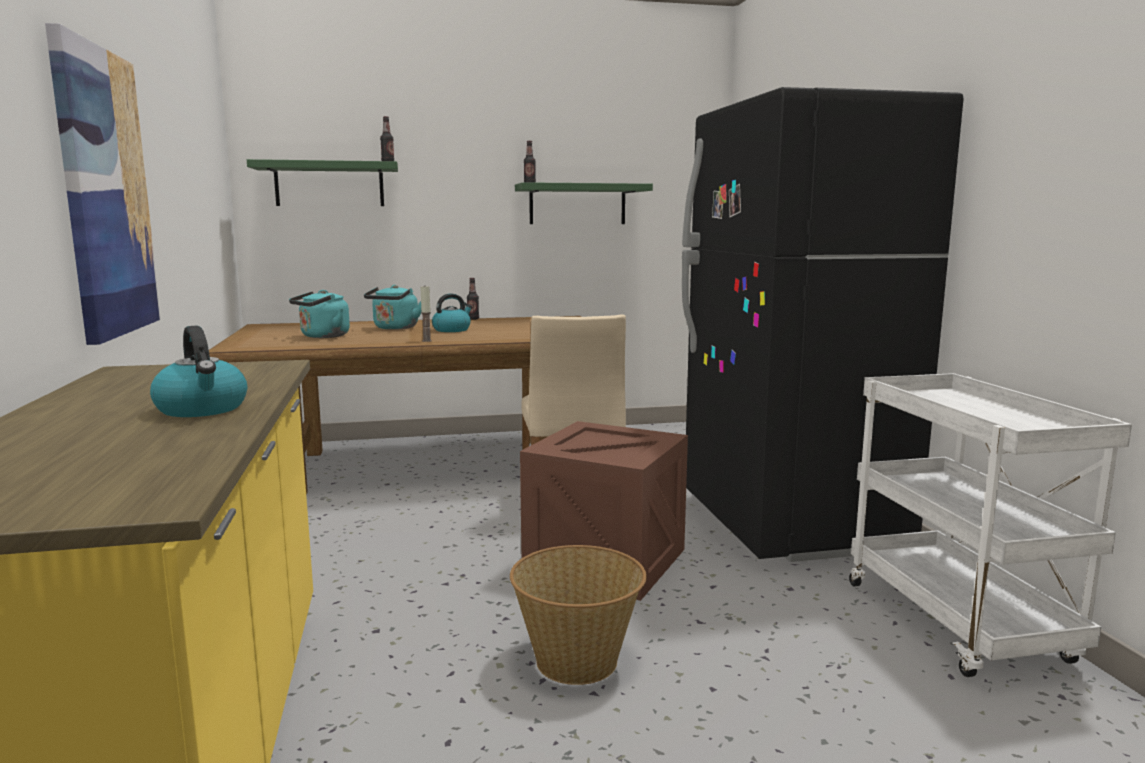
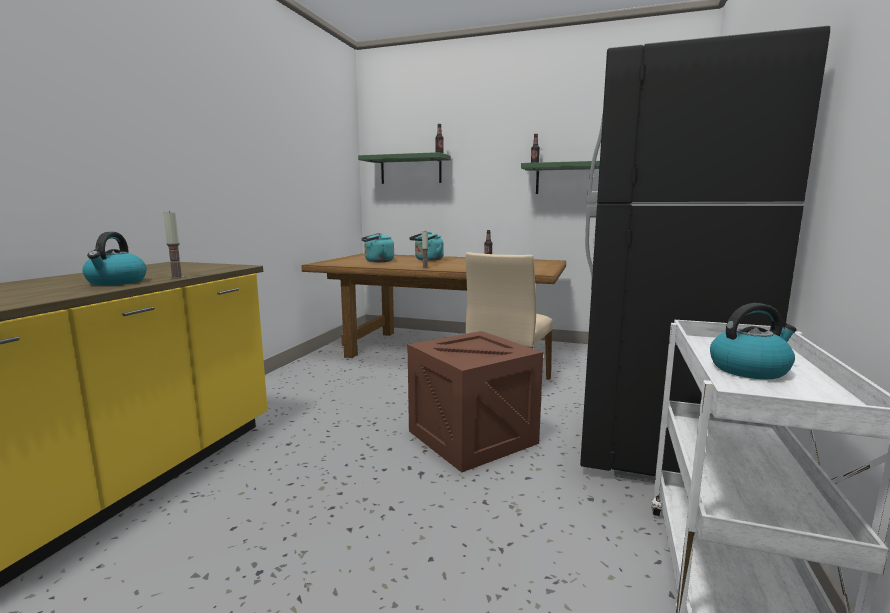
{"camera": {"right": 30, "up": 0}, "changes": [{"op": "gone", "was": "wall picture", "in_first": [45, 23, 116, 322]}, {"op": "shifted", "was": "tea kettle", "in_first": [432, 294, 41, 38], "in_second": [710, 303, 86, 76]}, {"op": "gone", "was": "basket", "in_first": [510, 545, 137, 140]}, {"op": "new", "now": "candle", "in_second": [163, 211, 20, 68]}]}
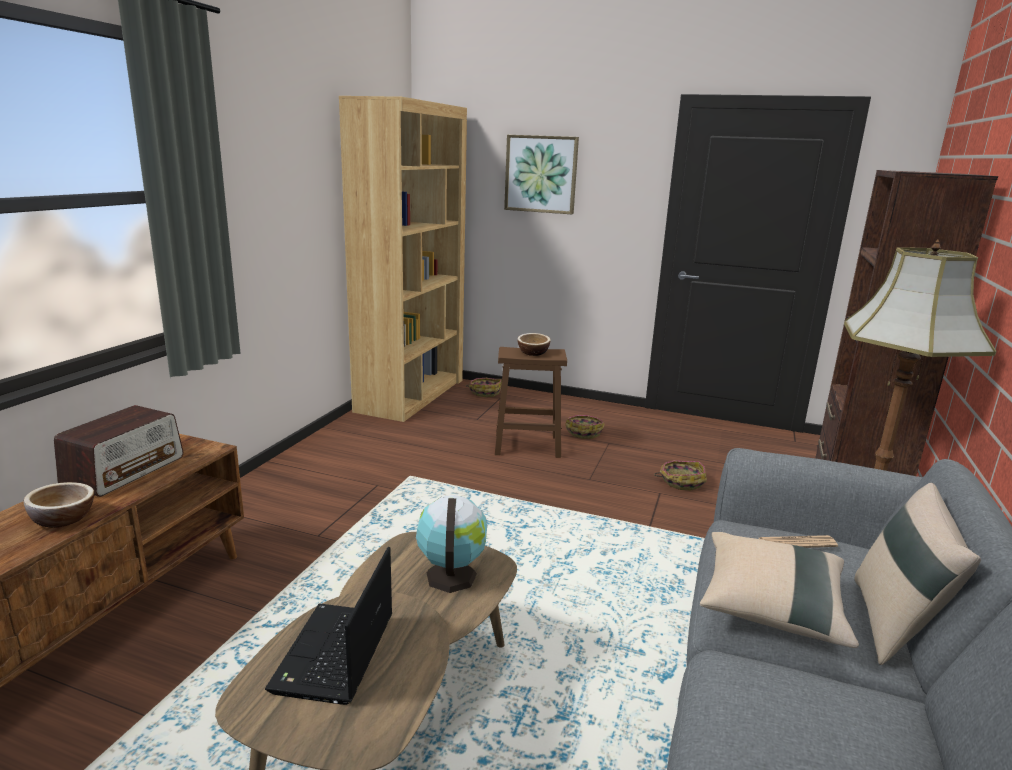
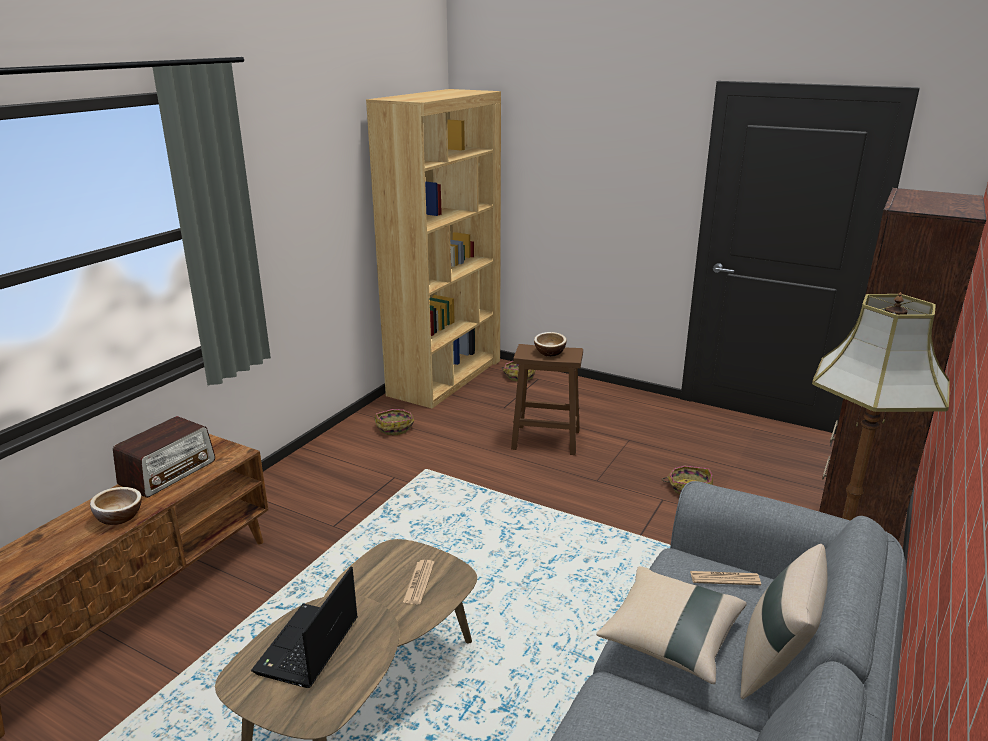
{"camera": {"right": 10, "up": 5}, "changes": [{"op": "swapped", "was": "world globe", "now": "newspaper", "in_first": [416, 495, 71, 98], "in_second": [402, 560, 33, 44]}, {"op": "gone", "was": "wall picture", "in_first": [504, 135, 75, 79]}, {"op": "shifted", "was": "basket", "in_first": [565, 415, 39, 24], "in_second": [375, 409, 39, 26]}]}
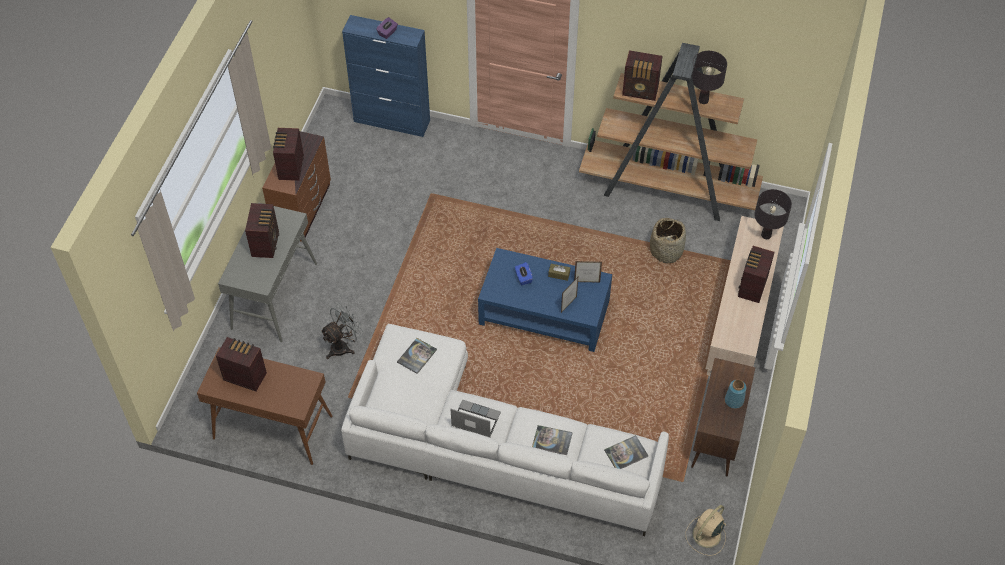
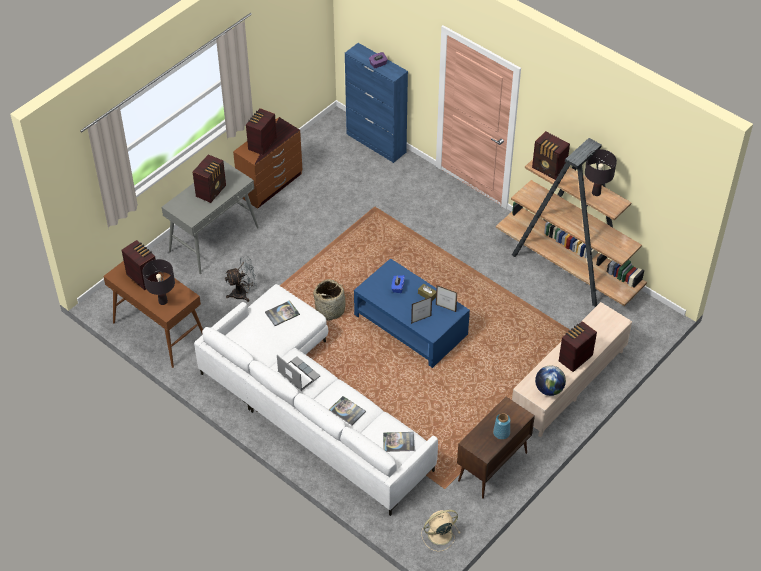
{"camera": {"right": 25, "up": -5}, "changes": [{"op": "shifted", "was": "basket", "in_first": [650, 218, 36, 45], "in_second": [313, 279, 37, 42]}, {"op": "shifted", "was": "tabletop lamp in black", "in_first": [754, 189, 38, 50], "in_second": [142, 259, 33, 46]}, {"op": "new", "now": "world globe", "in_second": [535, 365, 31, 31]}]}
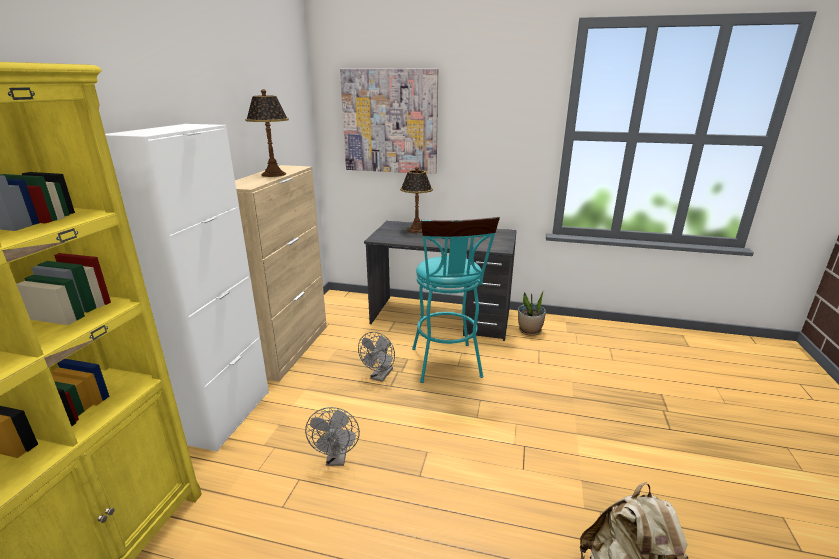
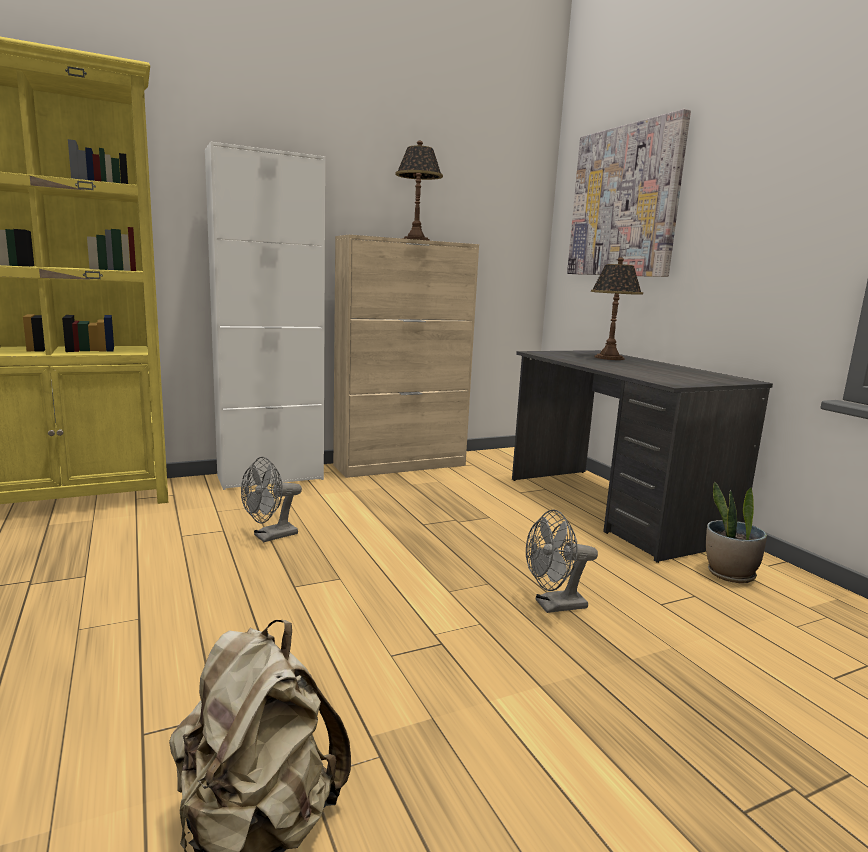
{"camera": {"right": 50, "up": -10}, "changes": [{"op": "shifted", "was": "electric fan in grey", "in_first": [358, 332, 37, 50], "in_second": [526, 510, 72, 103]}, {"op": "gone", "was": "sitting stool in turquoise-coloured", "in_first": [412, 217, 88, 166]}]}
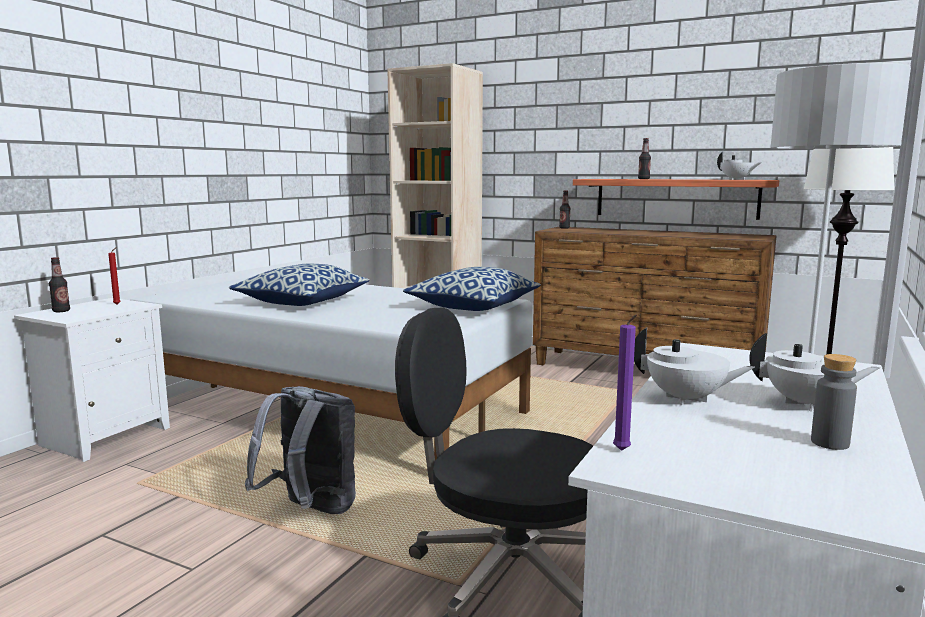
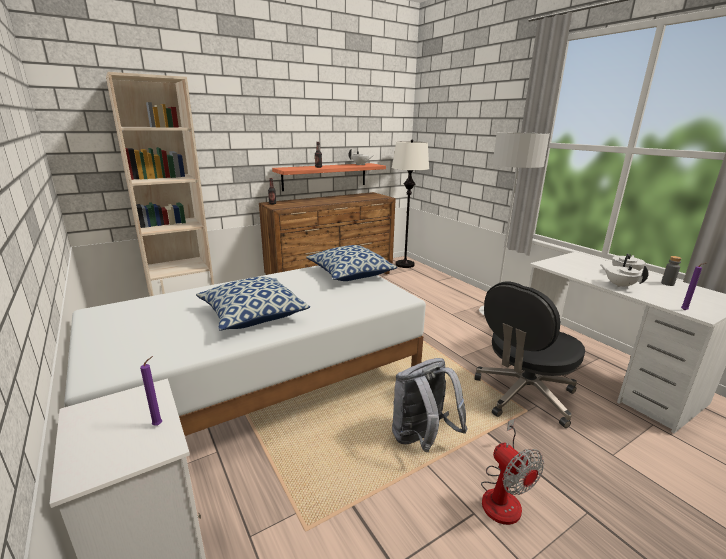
{"camera": {"right": -60, "up": 10}, "changes": [{"op": "gone", "was": "drink bottle", "in_first": [49, 257, 21, 55]}, {"op": "gone", "was": "candle in red", "in_first": [108, 247, 13, 57]}, {"op": "rotated", "was": "pot for tea in whitish", "in_first": [634, 327, 121, 78], "in_second": [600, 264, 49, 24], "clockwise": -90}, {"op": "new", "now": "candle in purple", "in_second": [140, 356, 22, 69]}, {"op": "new", "now": "electric fan", "in_second": [481, 418, 63, 107]}]}
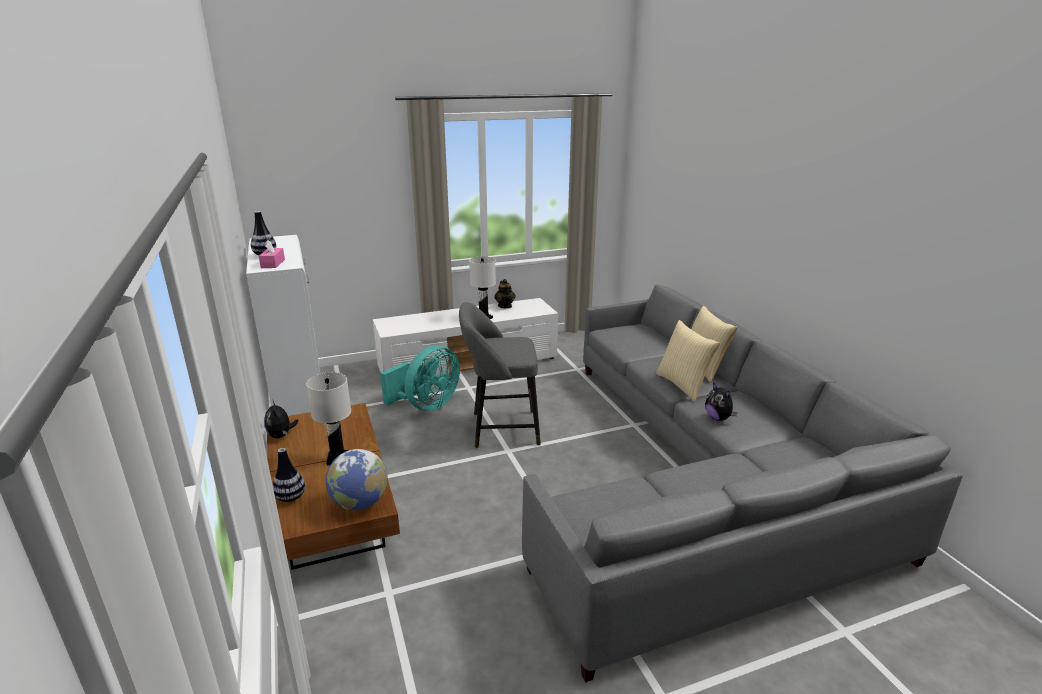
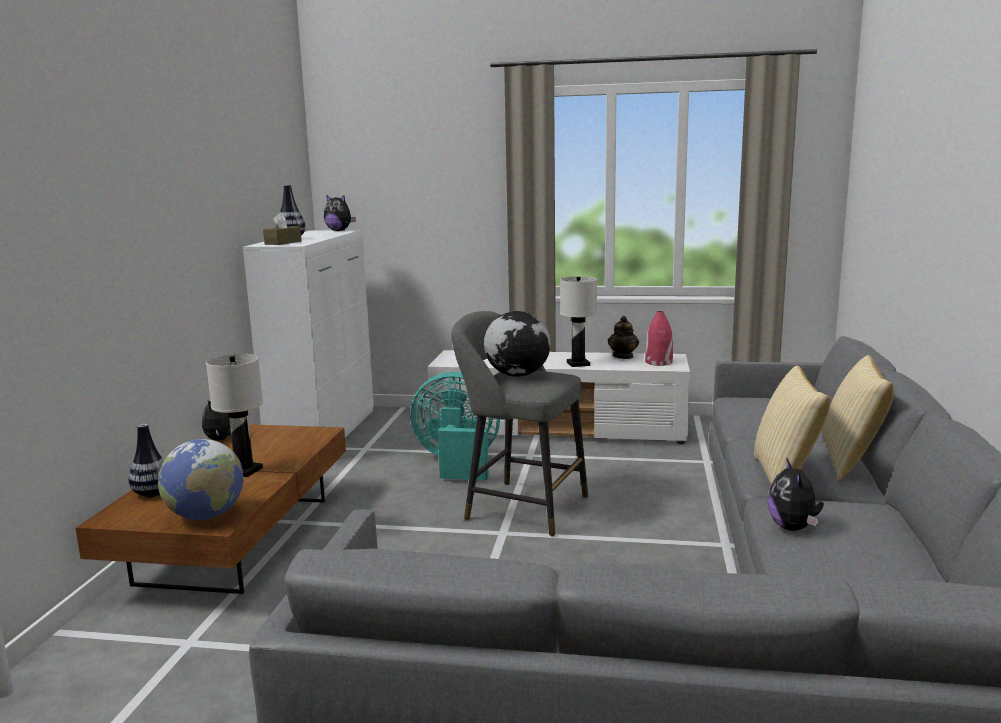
{"camera": {"right": 30, "up": -10}, "changes": [{"op": "repainted", "was": "box of tissues in pink", "now": "box of tissues in brown-coloured", "in_first": [259, 240, 26, 28], "in_second": [263, 213, 39, 32]}, {"op": "rotated", "was": "electric fan in turquoise-coloured", "in_first": [380, 345, 80, 66], "in_second": [410, 372, 90, 108], "clockwise": -150}, {"op": "new", "now": "plush toy", "in_second": [324, 195, 32, 36]}, {"op": "new", "now": "world globe", "in_second": [484, 311, 67, 66]}, {"op": "new", "now": "vase in red", "in_second": [645, 311, 28, 55]}]}
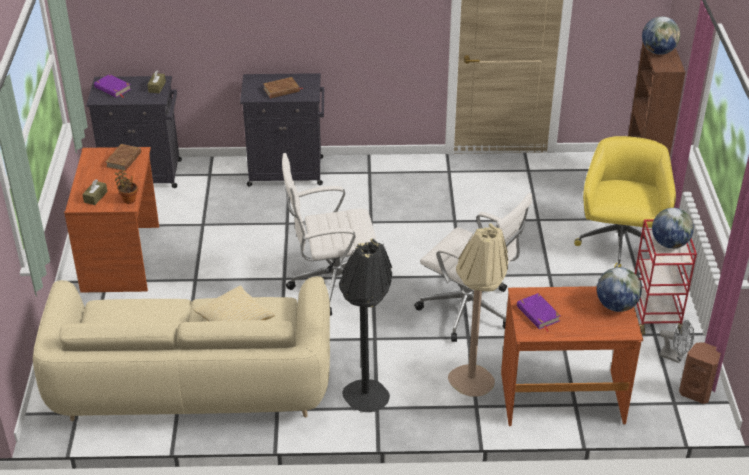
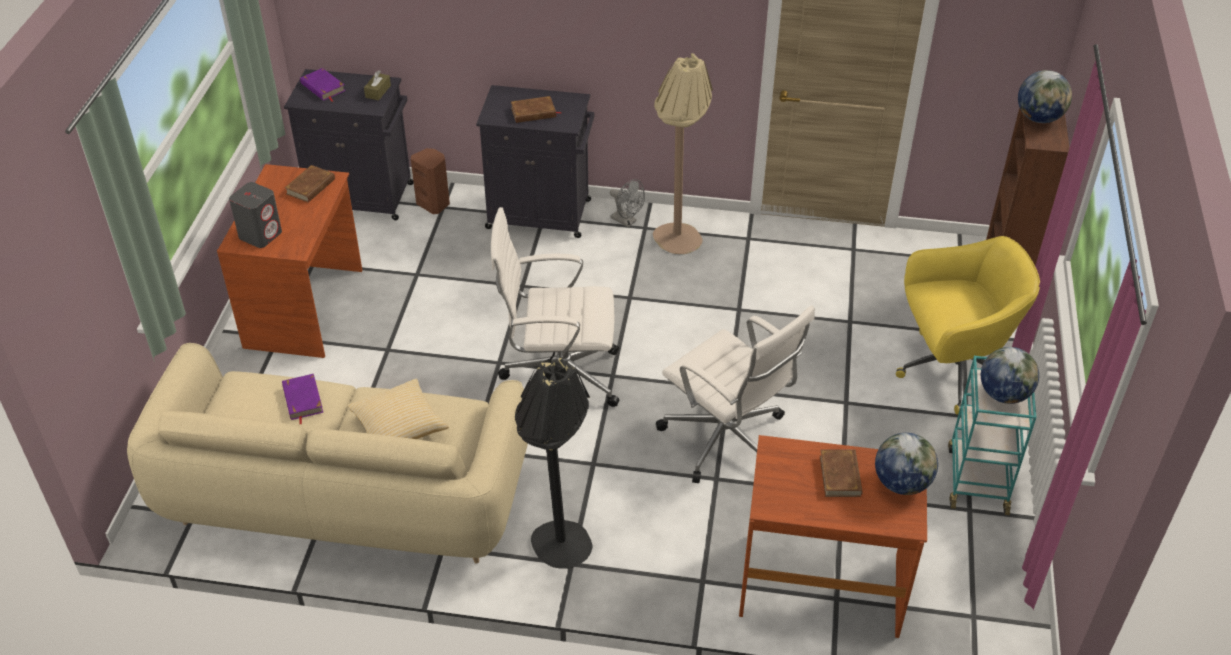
{"camera": {"right": 10, "up": 5}, "changes": [{"op": "swapped", "was": "box of tissues in brown-coloured", "now": "loudspeaker in grey", "in_first": [82, 180, 25, 25], "in_second": [229, 182, 53, 66]}, {"op": "gone", "was": "plant in a pot", "in_first": [115, 170, 23, 34]}, {"op": "shifted", "was": "floor lamp in beige-coloured", "in_first": [448, 224, 60, 173], "in_second": [653, 53, 60, 201]}, {"op": "shifted", "was": "volume in purple", "in_first": [517, 293, 44, 39], "in_second": [282, 374, 41, 51]}, {"op": "rotated", "was": "office chair in yellow-coloured", "in_first": [574, 136, 102, 132], "in_second": [896, 236, 144, 178], "clockwise": 60}, {"op": "repainted", "was": "trolley in red", "now": "trolley in turquoise-coloured", "in_first": [635, 219, 62, 116], "in_second": [948, 356, 88, 159]}, {"op": "shifted", "was": "electric fan in grey", "in_first": [659, 320, 35, 43], "in_second": [610, 179, 35, 48]}, {"op": "shifted", "was": "loudspeaker in brown-coloured", "in_first": [679, 342, 42, 62], "in_second": [411, 148, 39, 66]}, {"op": "new", "now": "volume in brown-coloured", "in_second": [820, 448, 42, 49]}]}
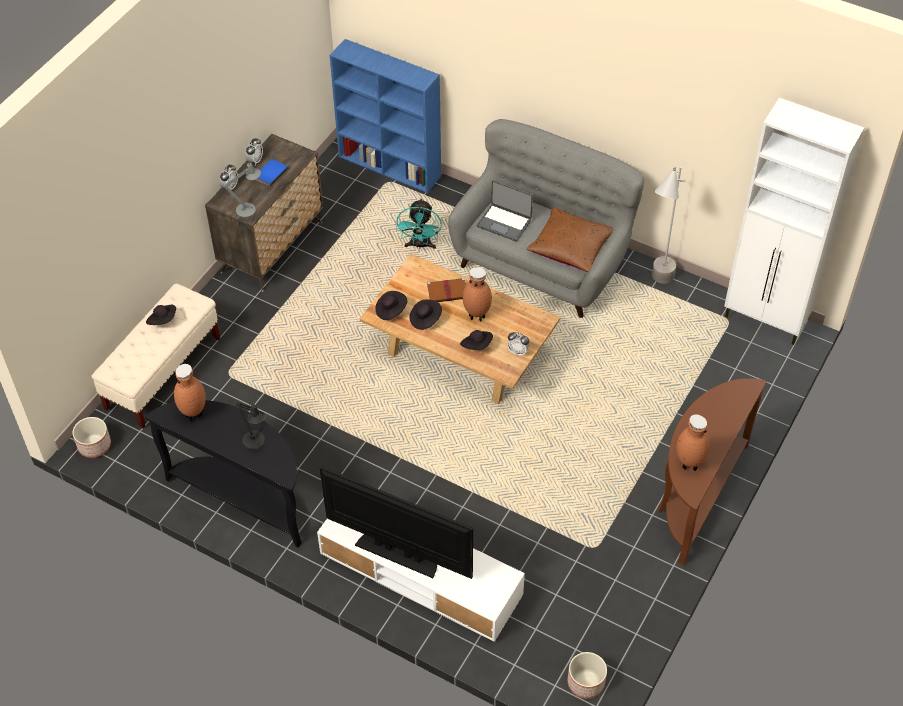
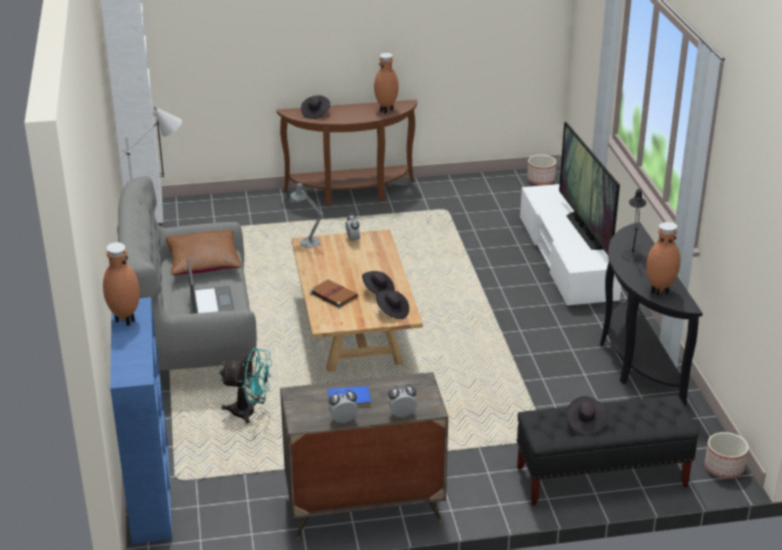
{"camera": {"right": -130, "up": -20}, "changes": [{"op": "repainted", "was": "bench in beige-coloured", "now": "bench in black", "in_first": [92, 284, 128, 145], "in_second": [516, 395, 183, 111]}, {"op": "shifted", "was": "tabletop lamp in grey", "in_first": [224, 162, 37, 55], "in_second": [291, 181, 32, 67]}, {"op": "rotated", "was": "electric fan in turquoise-coloured", "in_first": [396, 198, 46, 51], "in_second": [220, 348, 52, 76], "clockwise": 45}, {"op": "shifted", "was": "hat in black", "in_first": [460, 330, 33, 20], "in_second": [301, 95, 29, 24]}, {"op": "shifted", "was": "vase in brown-coloured", "in_first": [463, 267, 29, 55], "in_second": [103, 242, 37, 84]}]}
